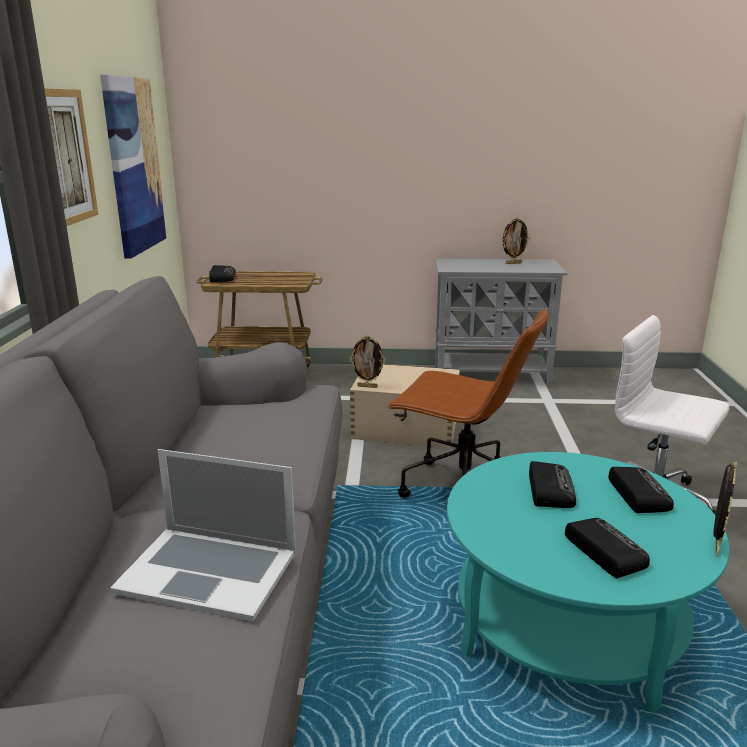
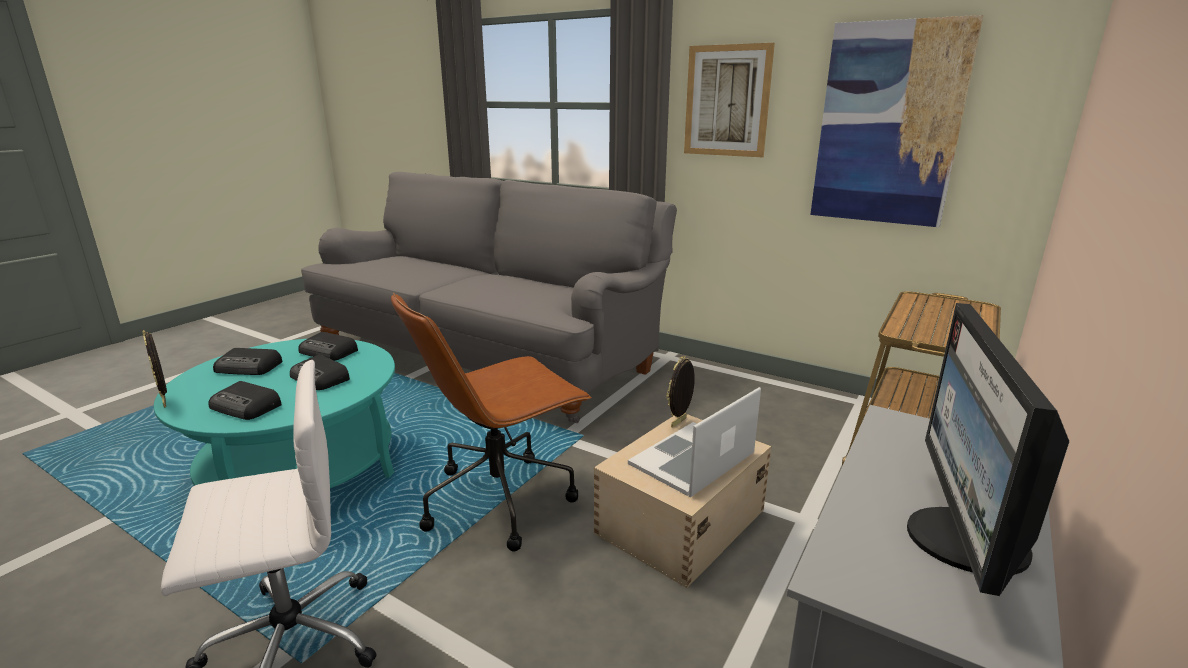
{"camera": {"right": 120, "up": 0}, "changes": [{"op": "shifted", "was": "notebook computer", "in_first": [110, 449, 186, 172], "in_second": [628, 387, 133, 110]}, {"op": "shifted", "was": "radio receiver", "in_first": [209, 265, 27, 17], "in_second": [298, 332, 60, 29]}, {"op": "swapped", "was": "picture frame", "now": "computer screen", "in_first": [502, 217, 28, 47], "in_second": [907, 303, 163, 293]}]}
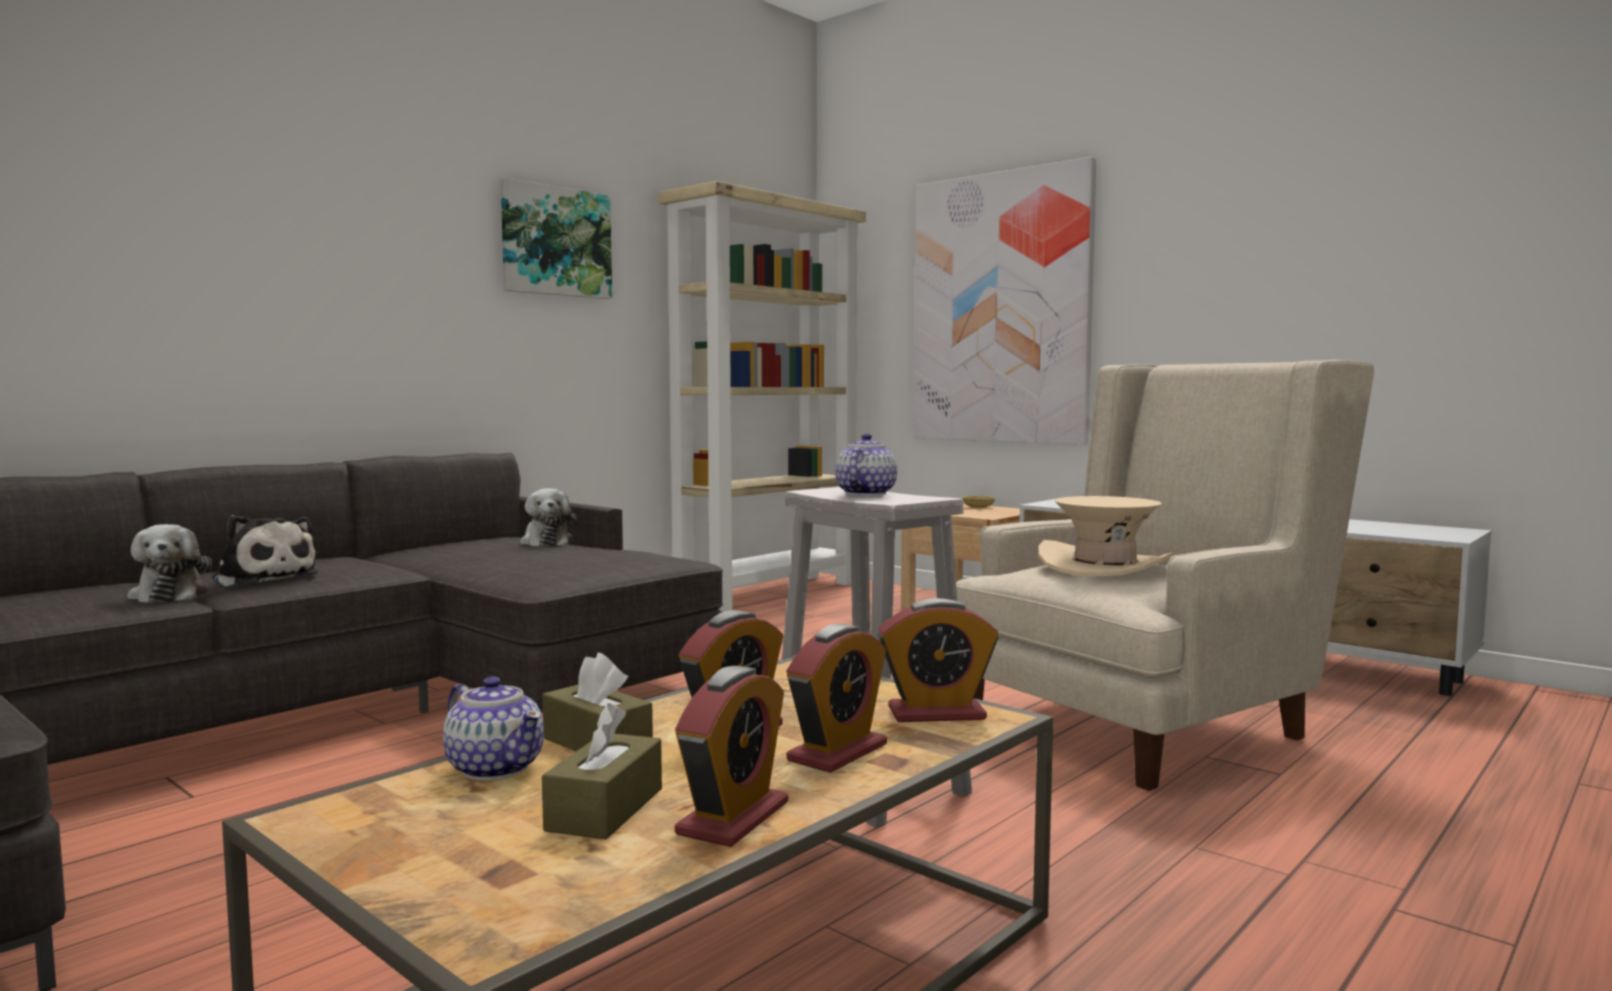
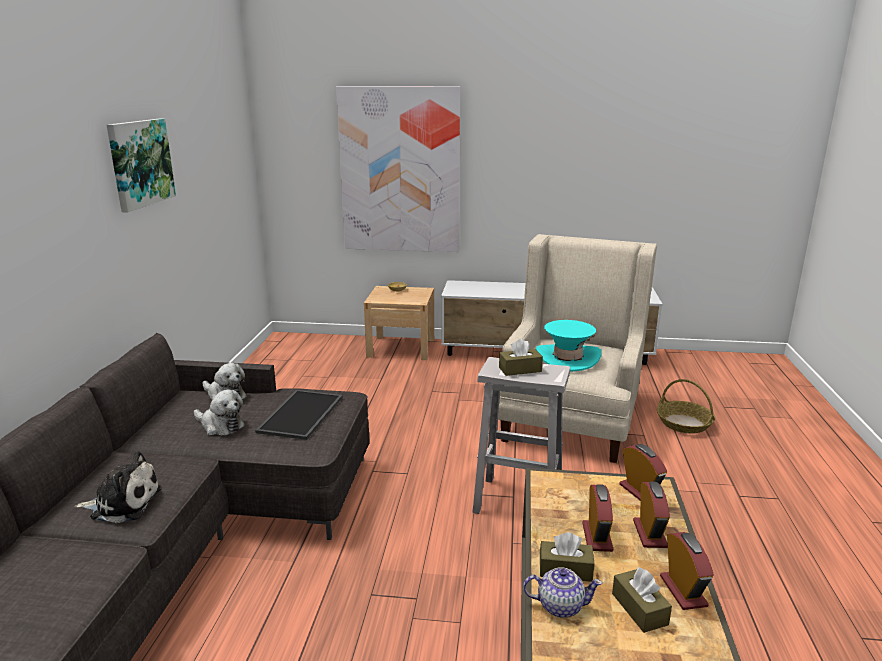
{"camera": {"right": -35, "up": 15}, "changes": [{"op": "shifted", "was": "plush toy", "in_first": [127, 524, 85, 79], "in_second": [194, 389, 51, 47]}, {"op": "gone", "was": "shelving unit in beige-coloured", "in_first": [658, 181, 208, 431]}, {"op": "swapped", "was": "pot for tea", "now": "box of tissues in brown-coloured", "in_first": [835, 433, 62, 63], "in_second": [499, 338, 44, 38]}, {"op": "rotated", "was": "table clock", "in_first": [877, 598, 122, 124], "in_second": [619, 444, 48, 56], "clockwise": -75}, {"op": "repainted", "was": "hat in beige-coloured", "now": "hat in turquoise-coloured", "in_first": [1038, 496, 138, 80], "in_second": [536, 320, 65, 52]}, {"op": "new", "now": "carrying tray", "in_second": [255, 390, 88, 50]}, {"op": "new", "now": "basket", "in_second": [657, 379, 58, 55]}]}
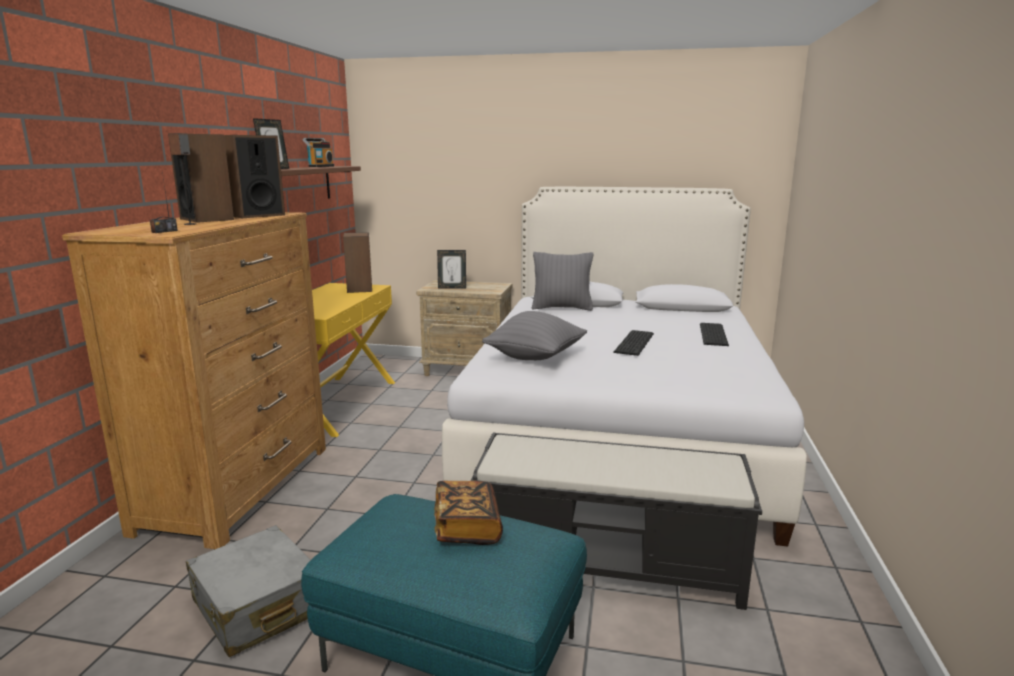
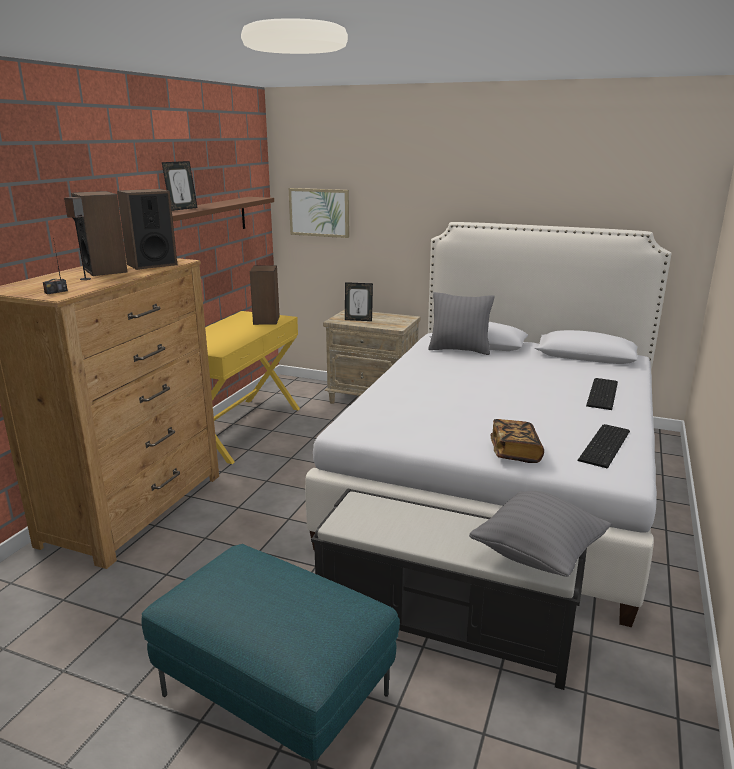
{"camera": {"right": 10, "up": 5}, "changes": [{"op": "gone", "was": "piece of luggage in grey", "in_first": [186, 525, 125, 132]}, {"op": "gone", "was": "radio receiver", "in_first": [303, 138, 31, 29]}, {"op": "shifted", "was": "volume", "in_first": [434, 480, 69, 65], "in_second": [491, 419, 53, 44]}, {"op": "shifted", "was": "throw pillow in grey", "in_first": [482, 311, 105, 49], "in_second": [469, 491, 142, 86]}, {"op": "shifted", "was": "PC keyboard", "in_first": [613, 330, 41, 26], "in_second": [578, 424, 52, 45]}, {"op": "new", "now": "wall picture", "in_second": [289, 188, 60, 50]}]}
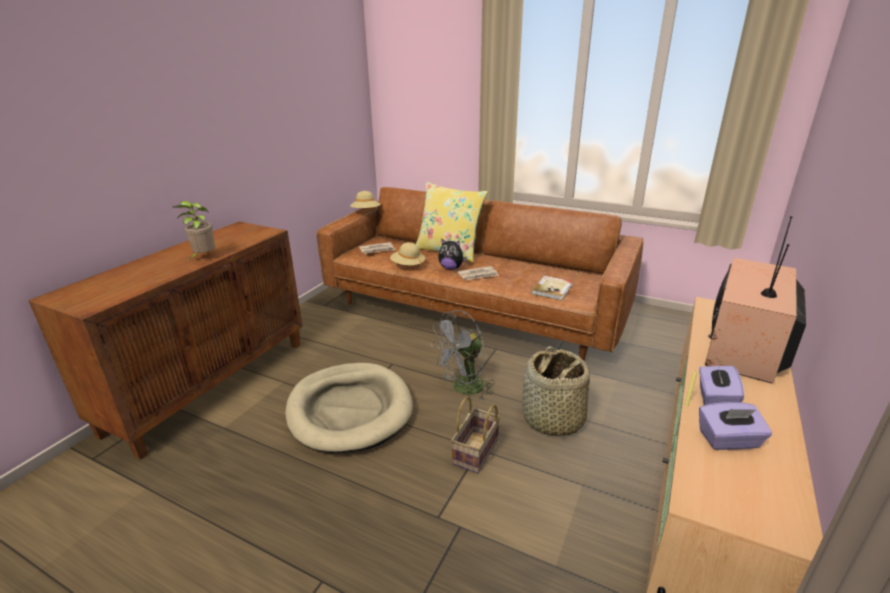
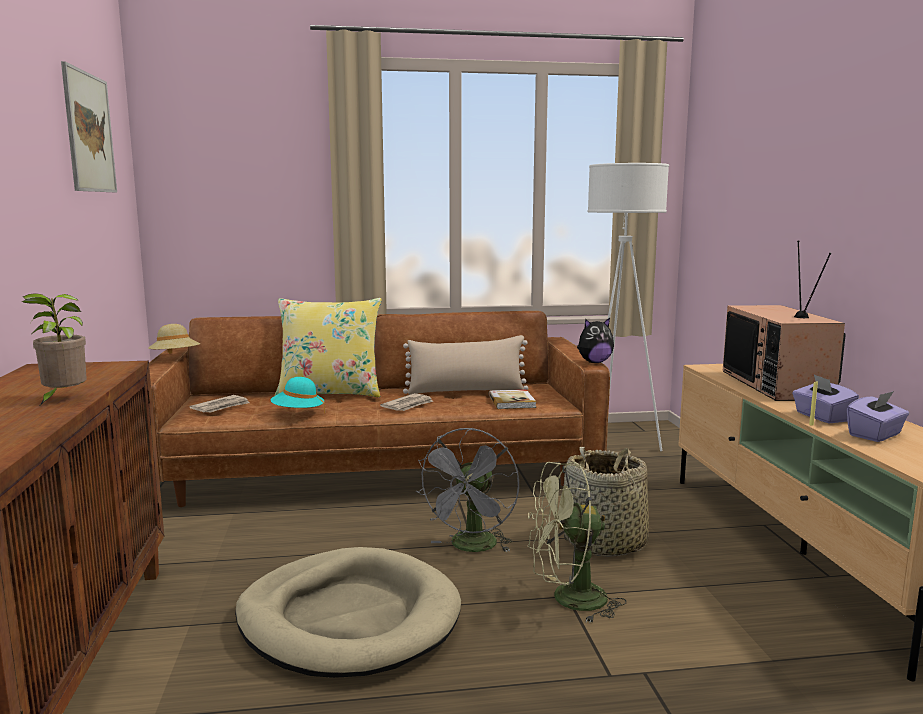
{"camera": {"right": -35, "up": -15}, "changes": [{"op": "repainted", "was": "hat in beige-coloured", "now": "hat in turquoise-coloured", "in_first": [390, 242, 35, 28], "in_second": [271, 377, 54, 36]}, {"op": "shifted", "was": "plush toy", "in_first": [438, 238, 29, 32], "in_second": [577, 318, 37, 45]}, {"op": "swapped", "was": "basket", "now": "electric fan in greenish", "in_first": [451, 397, 49, 76], "in_second": [528, 462, 99, 162]}, {"op": "new", "now": "wall picture", "in_second": [61, 61, 56, 131]}, {"op": "new", "now": "throw pillow in beige-coloured", "in_second": [403, 335, 125, 59]}, {"op": "new", "now": "floor lamp in whitish", "in_second": [588, 163, 81, 288]}]}
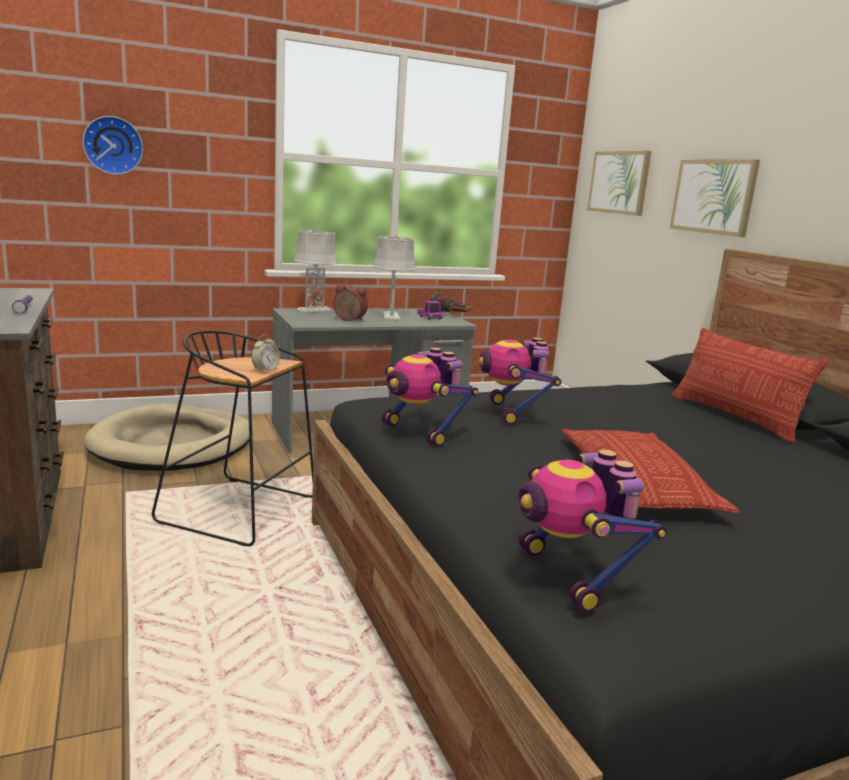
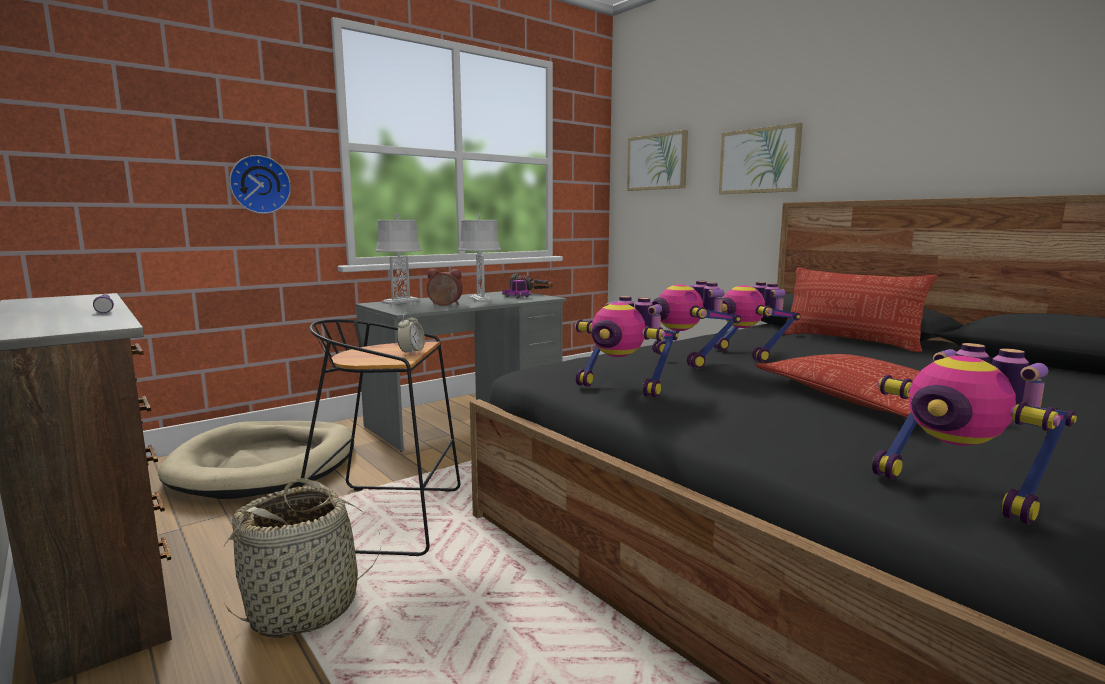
{"camera": {"right": -15, "up": -5}, "changes": [{"op": "shifted", "was": "hanging clock", "in_first": [82, 116, 61, 59], "in_second": [229, 155, 62, 59]}, {"op": "new", "now": "basket", "in_second": [224, 478, 157, 160]}, {"op": "new", "now": "toy robot", "in_second": [714, 282, 86, 80]}]}
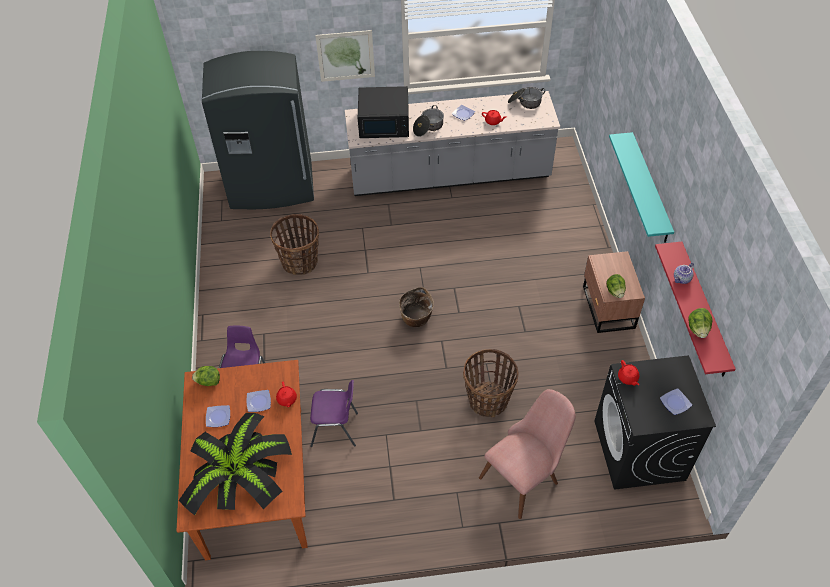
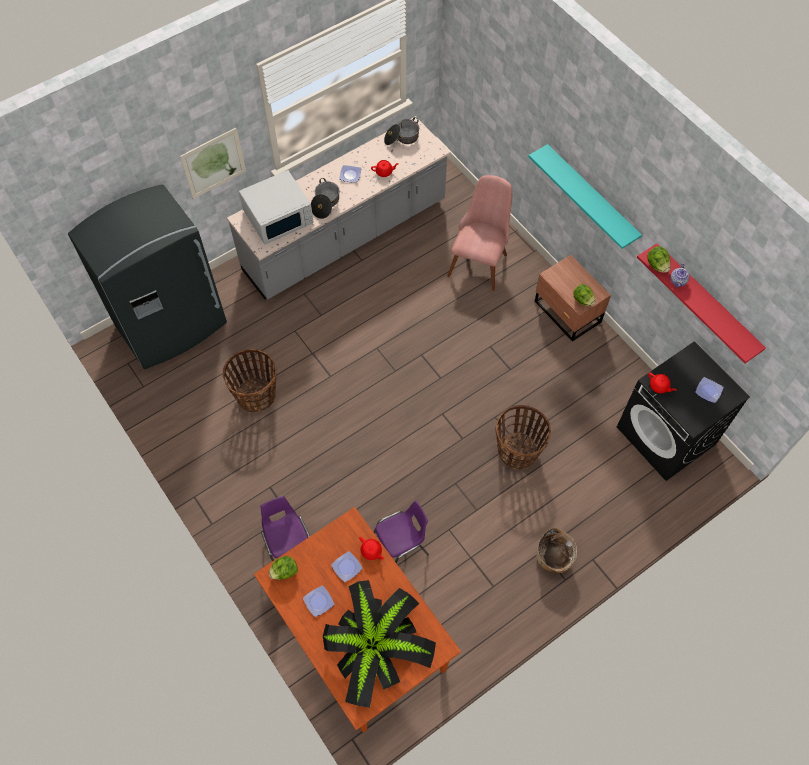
{"camera": {"right": -30, "up": 10}, "changes": [{"op": "repainted", "was": "microwave in black", "now": "microwave in whitish", "in_first": [358, 86, 51, 52], "in_second": [239, 170, 75, 75]}, {"op": "shifted", "was": "basket", "in_first": [399, 287, 35, 40], "in_second": [536, 528, 41, 45]}, {"op": "shifted", "was": "upright chair in pink", "in_first": [479, 389, 97, 130], "in_second": [447, 175, 66, 116]}, {"op": "shifted", "was": "head of lettuce", "in_first": [688, 308, 24, 30], "in_second": [647, 246, 24, 27]}]}
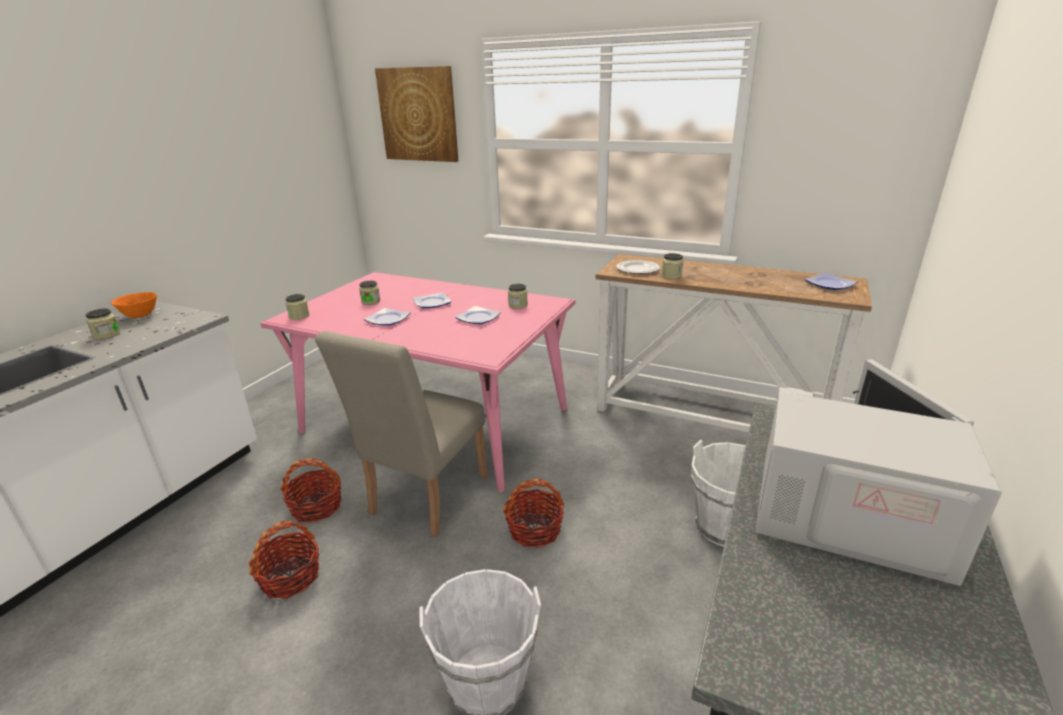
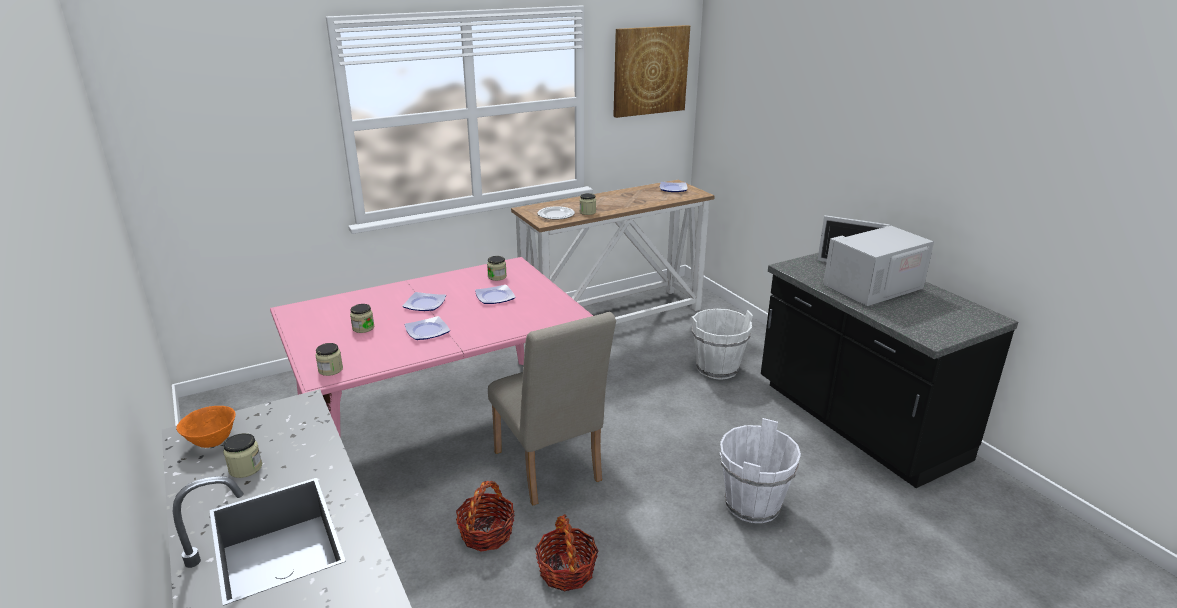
{"camera": {"right": -55, "up": 0}, "changes": [{"op": "shifted", "was": "wall picture", "in_first": [375, 66, 83, 96], "in_second": [613, 25, 77, 93]}, {"op": "gone", "was": "basket", "in_first": [503, 479, 61, 69]}]}
